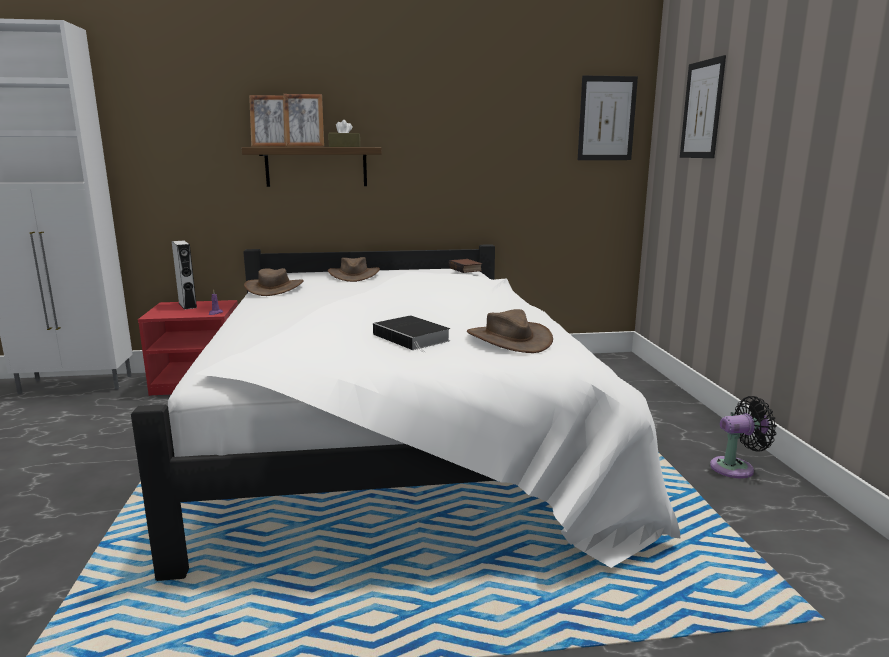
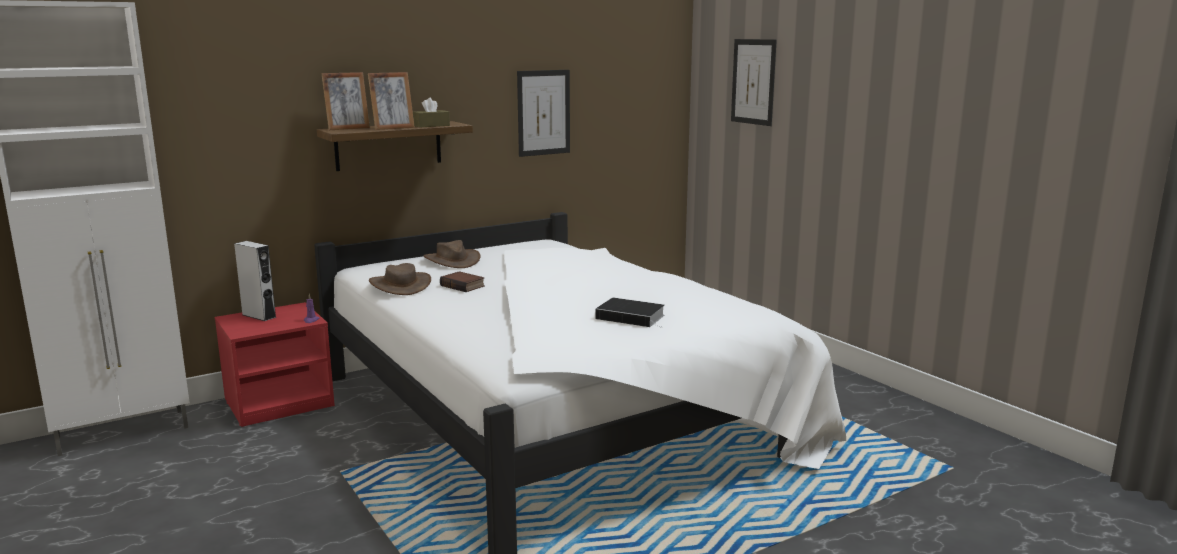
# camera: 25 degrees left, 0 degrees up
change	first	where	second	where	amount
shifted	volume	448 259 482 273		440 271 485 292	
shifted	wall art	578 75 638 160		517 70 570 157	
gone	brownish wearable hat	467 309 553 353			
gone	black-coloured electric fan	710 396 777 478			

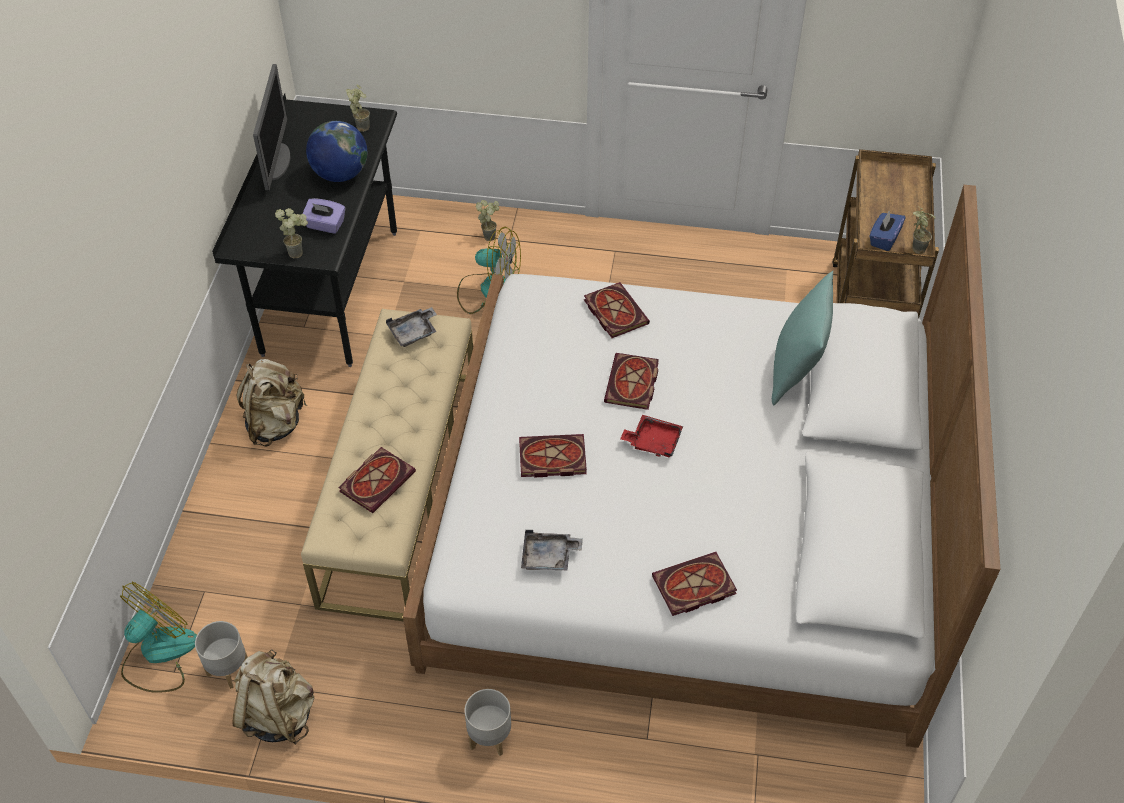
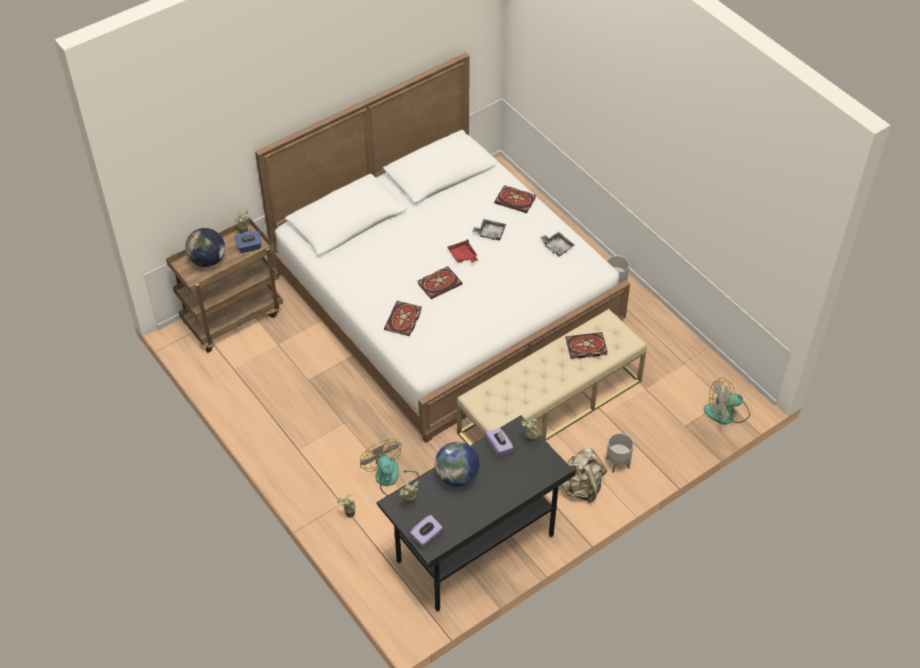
# camera: 135 degrees left, 0 degrees up
change	first	where	second	where	amount
new			desk globe	185 228 225 267	
new			purplish tissue box	410 515 442 547	
shifted	greyish serving tray	386 307 437 347		472 219 506 240	
shifted	greyish flower pot	195 621 248 689		606 433 634 473	
gone	beige rucksack	233 649 314 745			
gone	monitor	253 64 290 190			
gone	volume	519 434 587 478			
gone	turquoise cushion	772 271 833 405			

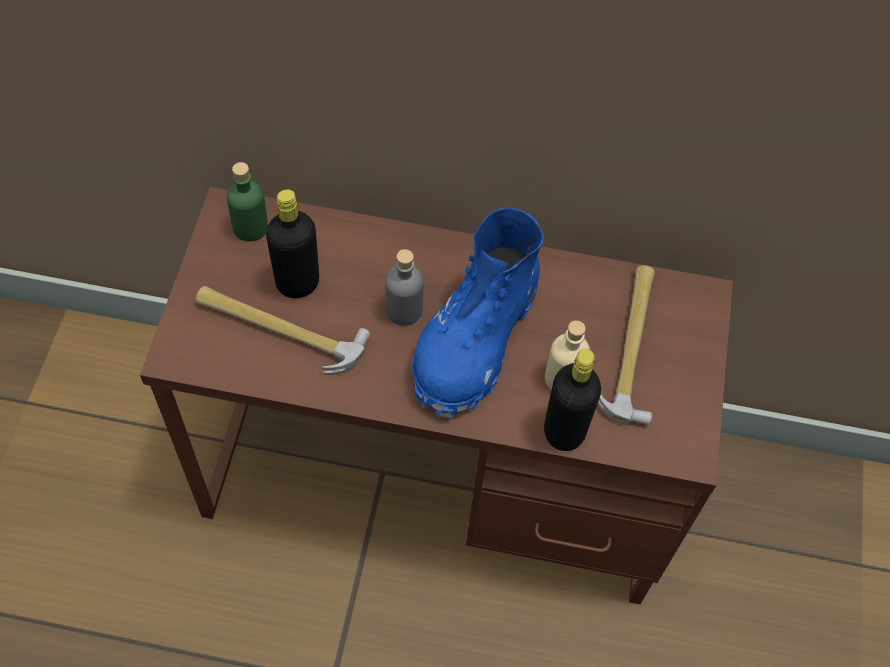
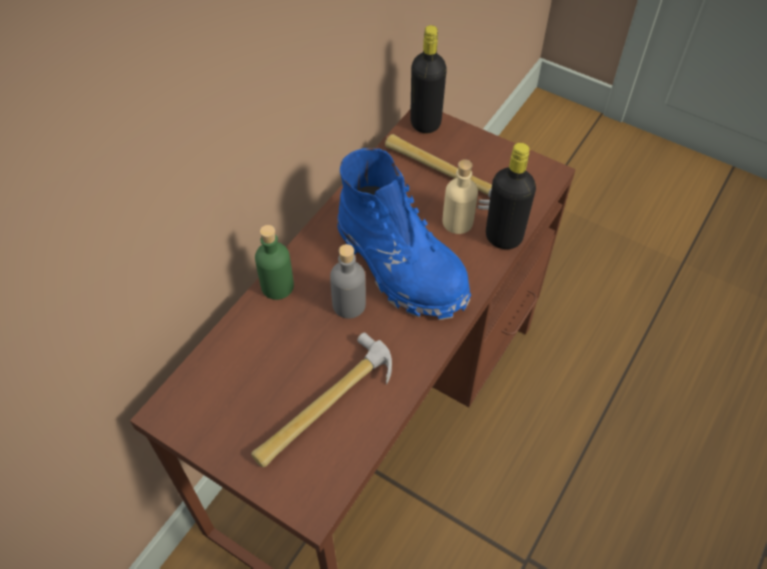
# camera: 65 degrees left, 5 degrees down
change	first	where	second	where	amount
shifted	greenish bottle	227 162 268 242		255 225 294 300	
shifted	black-coloured bottle	266 189 319 298		410 25 447 133	

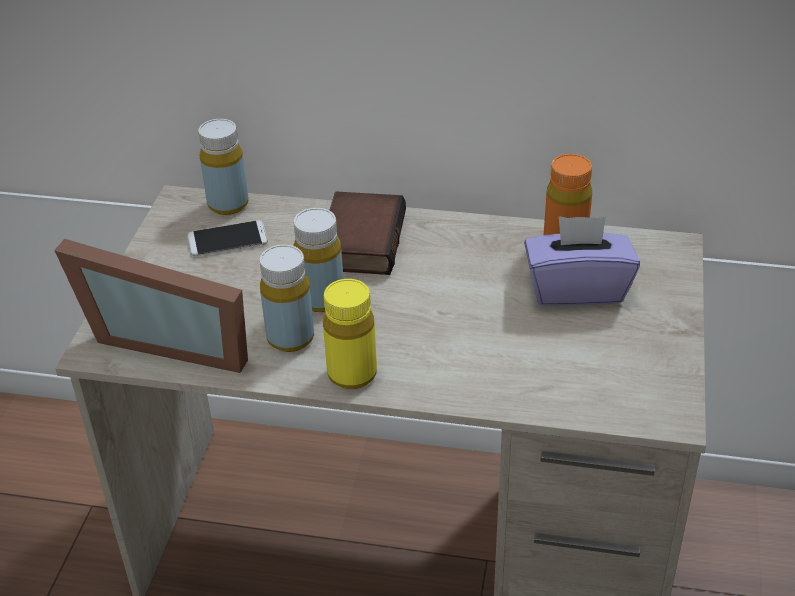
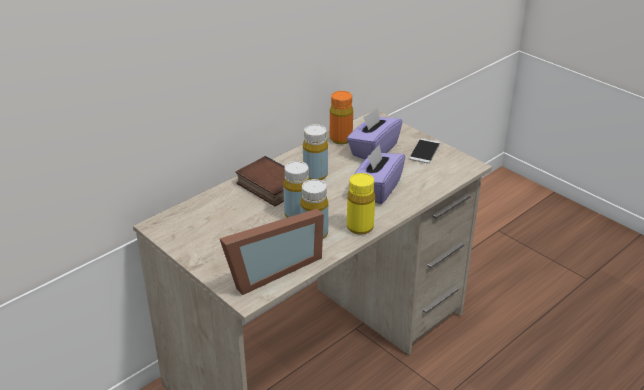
# camera: 55 degrees left, 5 degrees down
change	first	where	second	where	amount
shifted	yellow bottle	198 119 249 215		303 124 328 180	
new			purplish tissue box	354 145 405 204	
shifted	telephone	187 220 268 256		409 138 440 163	

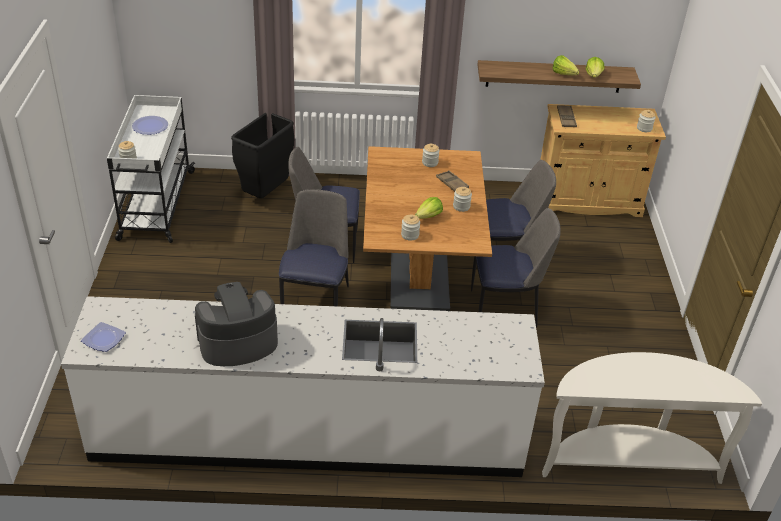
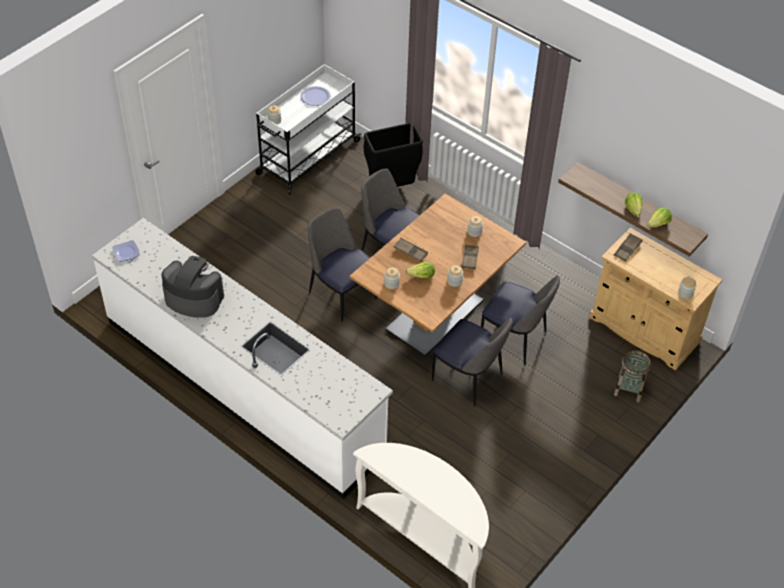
# camera: 40 degrees right, 10 degrees up
change	first	where	second	where	amount
rotated	chair	279 189 349 306		307 208 377 322	90 degrees counterclockwise
new			brownish serving tray	394 238 428 262	
new			basket	614 350 651 402	

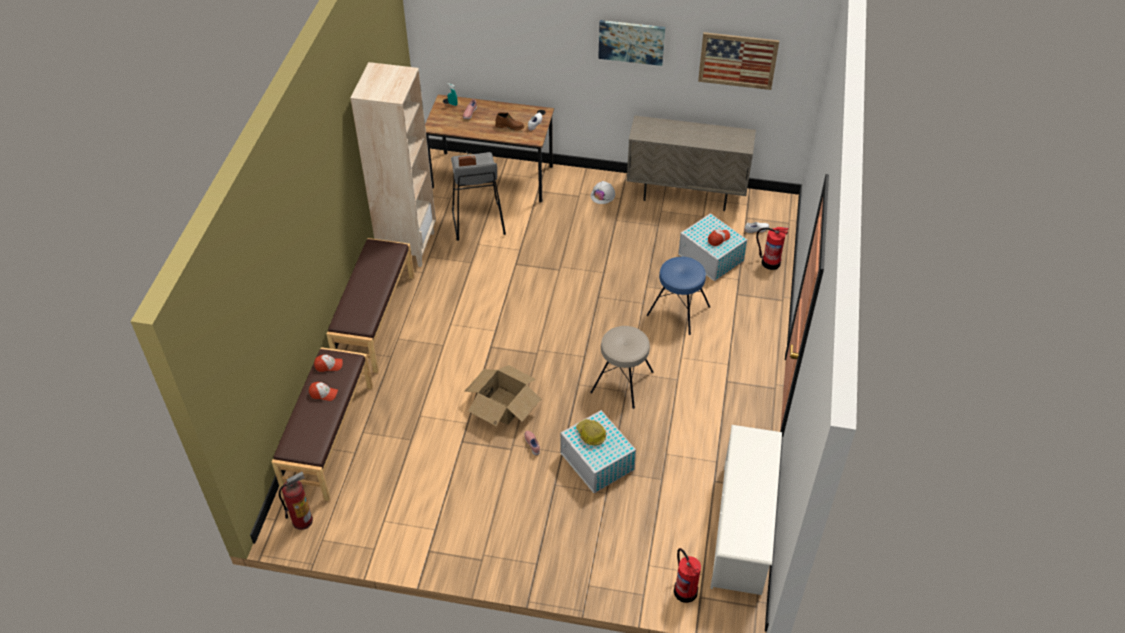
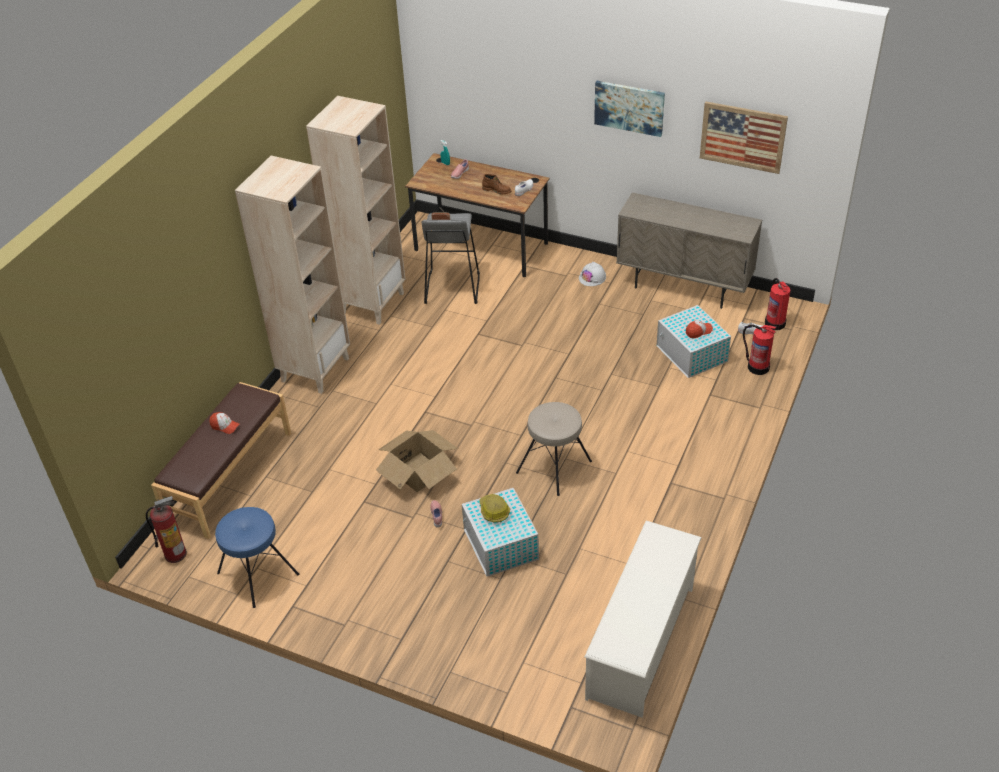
# camera: 15 degrees right, 5 degrees down
change	first	where	second	where	amount
shifted	bluish stool seat	646 257 710 335		215 507 299 608	
swapped	brownish indoor bench	327 238 414 373	beige bookcase	235 156 350 394	
shifted	extinguisher	674 548 701 603		765 278 790 330	
gone	cap	314 354 343 372			

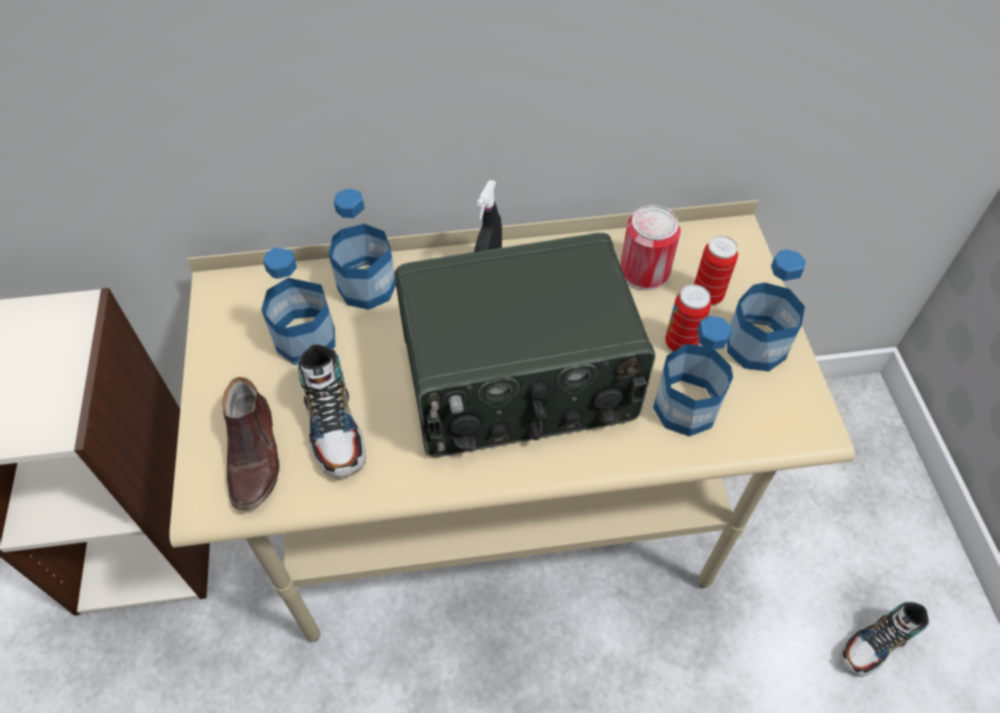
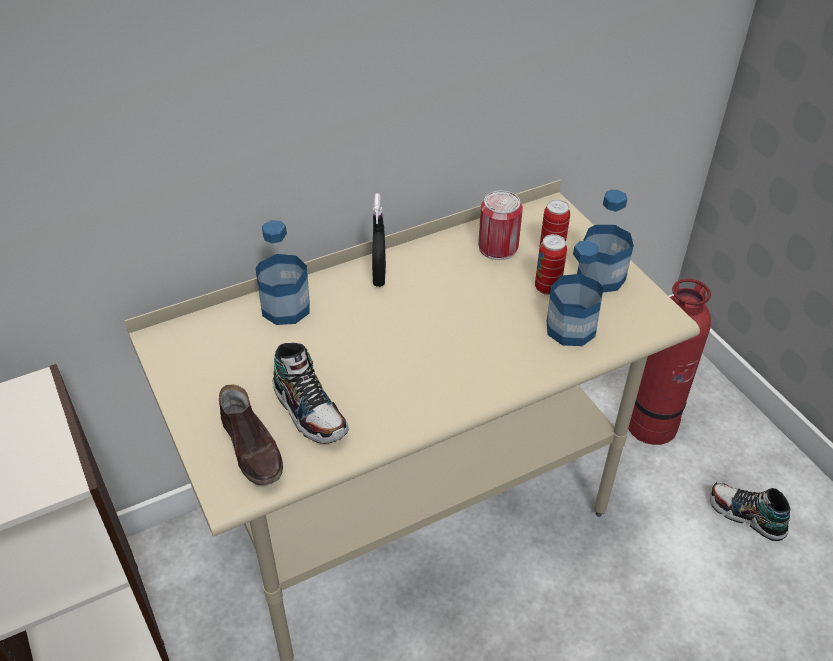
# camera: 20 degrees left, 10 degrees down
change	first	where	second	where	amount
new			extinguisher	628 279 711 445	
rotated	low shoe	840 602 929 677		710 482 790 541	90 degrees clockwise
gone	bottle	261 247 335 365			
gone	radio set	395 233 655 457			

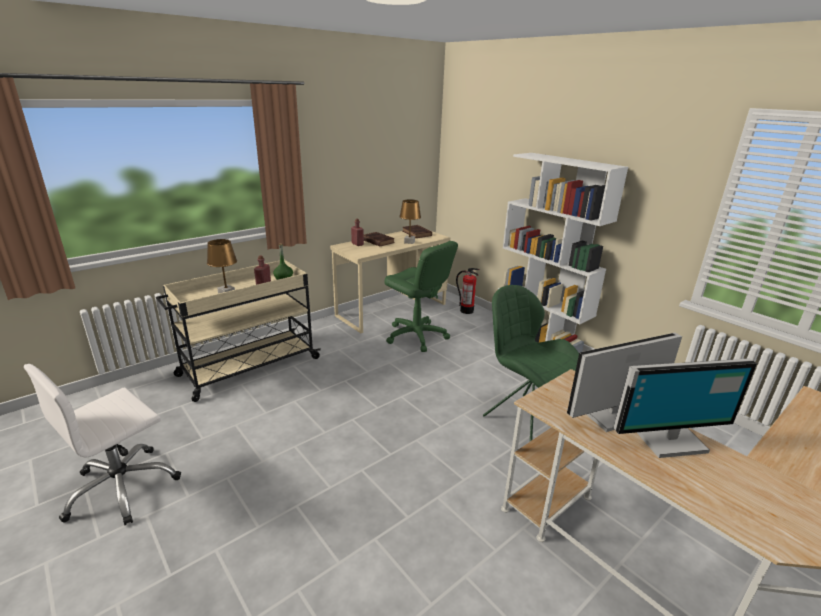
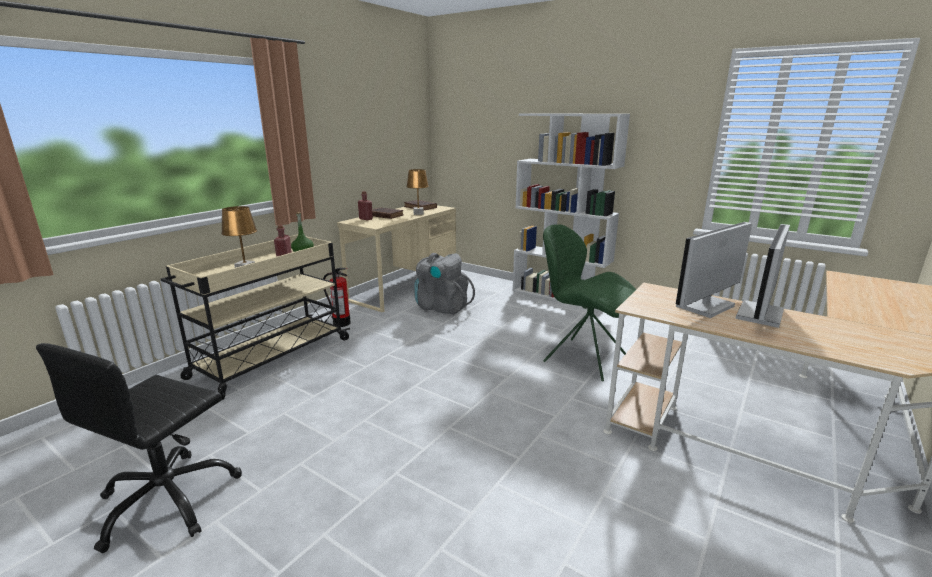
# camera: 15 degrees left, 5 degrees down
change	first	where	second	where	amount
repainted	white computer chair	24 364 181 525	black-coloured computer chair	36 343 242 553	
shifted	extinguisher	456 268 480 314		323 268 351 327	
swapped	greenish computer chair	384 241 458 352	greyish rucksack	414 253 475 315	
rotated	monitor	613 358 757 458		735 224 790 328	150 degrees clockwise

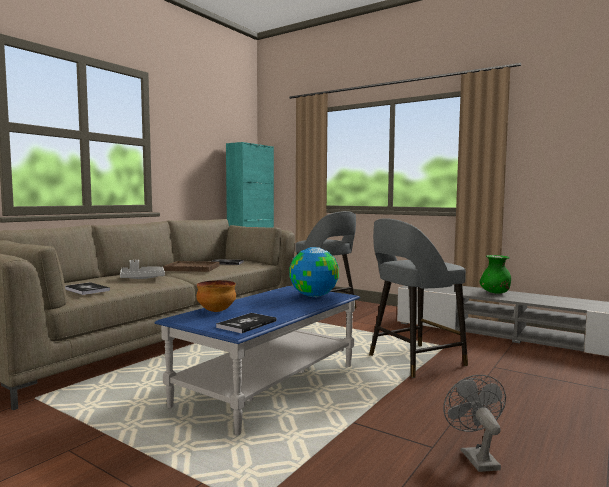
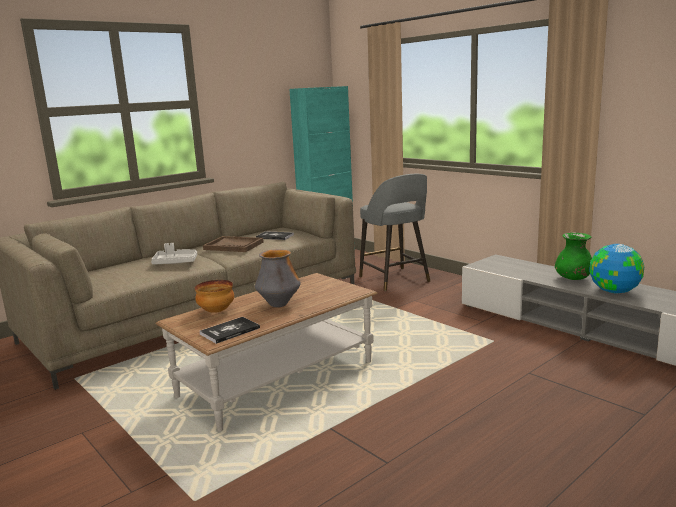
# camera: 15 degrees right, 10 degrees up
change	first	where	second	where	amount
repainted	bluish coffee table	155 286 360 435	brownish coffee table	156 273 378 432	
new			flower vase	255 249 301 308	
shifted	desk globe	290 247 339 297		589 244 644 294	
gone	volume	65 282 110 295			
gone	greyish stool seat	369 218 468 378			
gone	greyish electric fan	443 375 506 472			

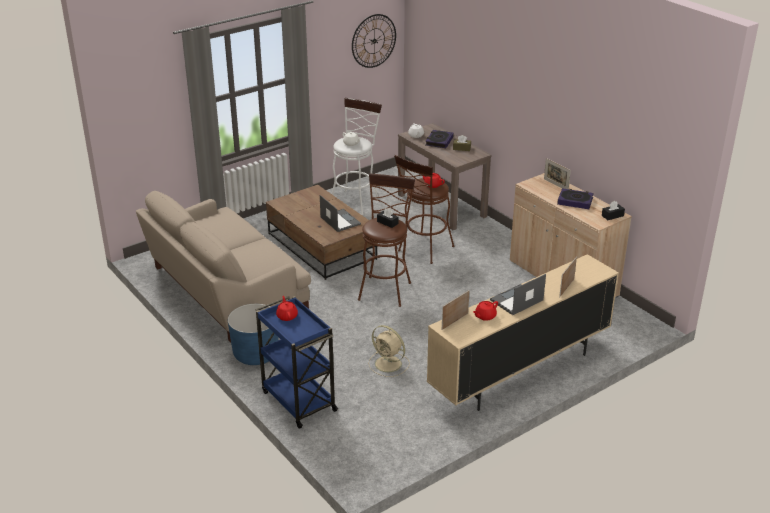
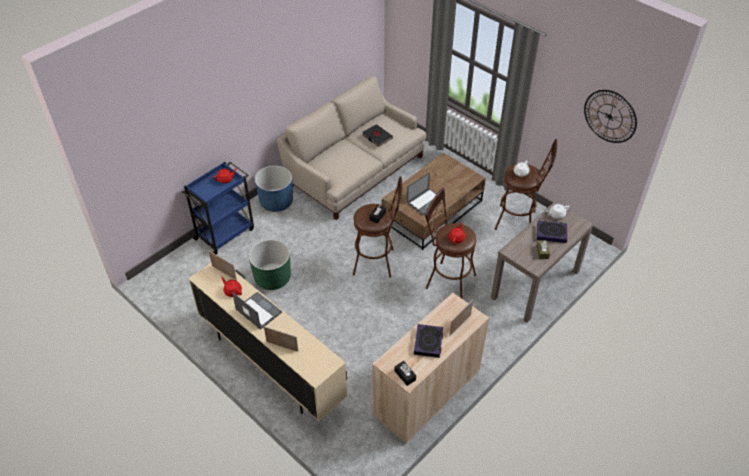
# camera: 80 degrees right, 15 degrees up
change	first	where	second	where	amount
swapped	beige electric fan	368 325 410 377	greenish flower pot	249 239 291 290	
new			black-coloured volume	362 124 393 147	
repainted	white stool seat	332 98 382 215	brownish stool seat	495 139 557 230	

